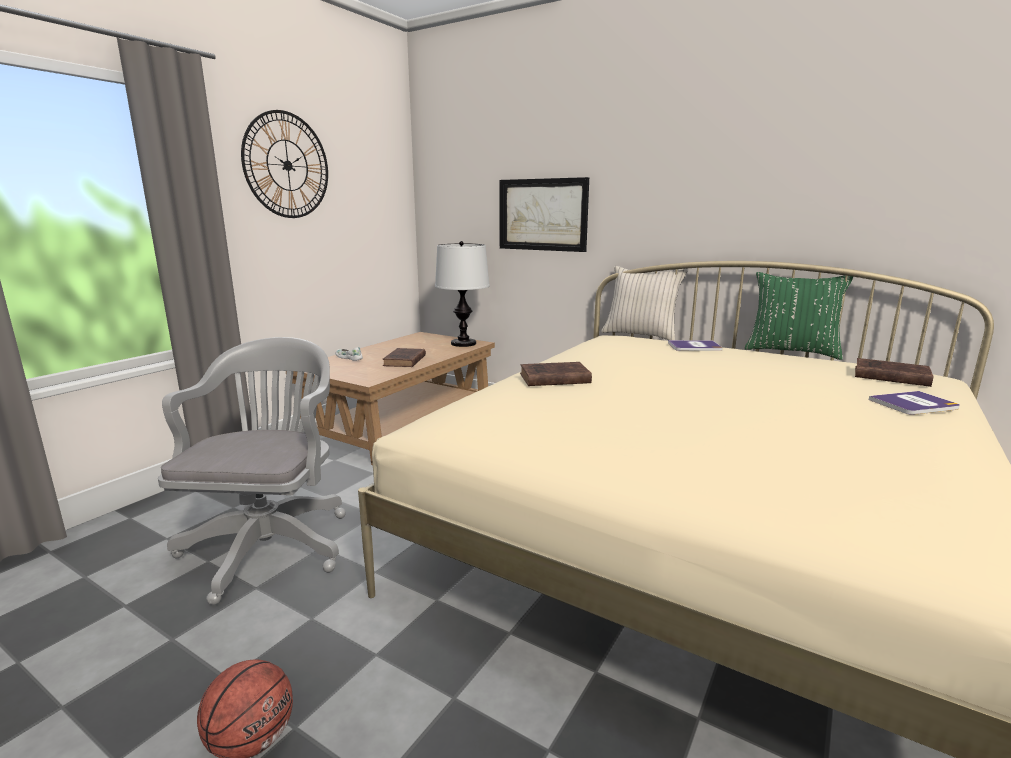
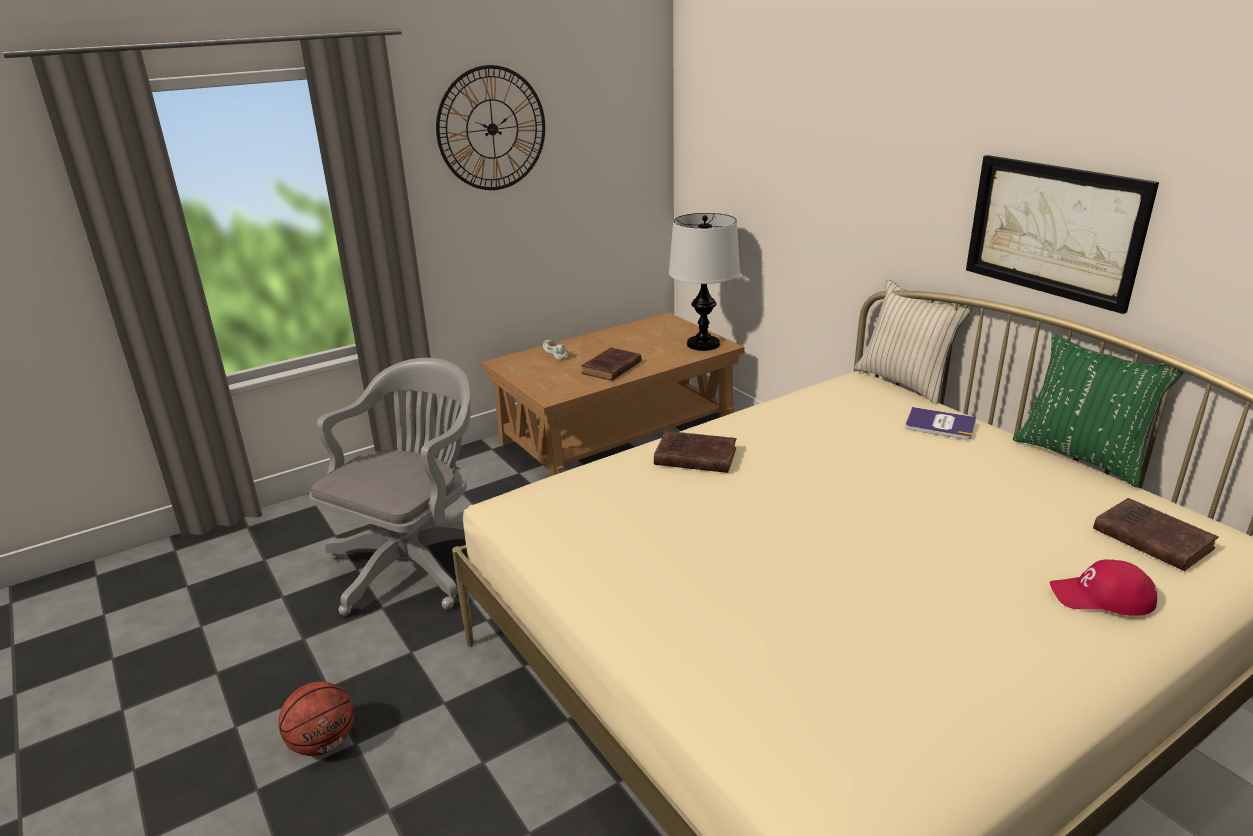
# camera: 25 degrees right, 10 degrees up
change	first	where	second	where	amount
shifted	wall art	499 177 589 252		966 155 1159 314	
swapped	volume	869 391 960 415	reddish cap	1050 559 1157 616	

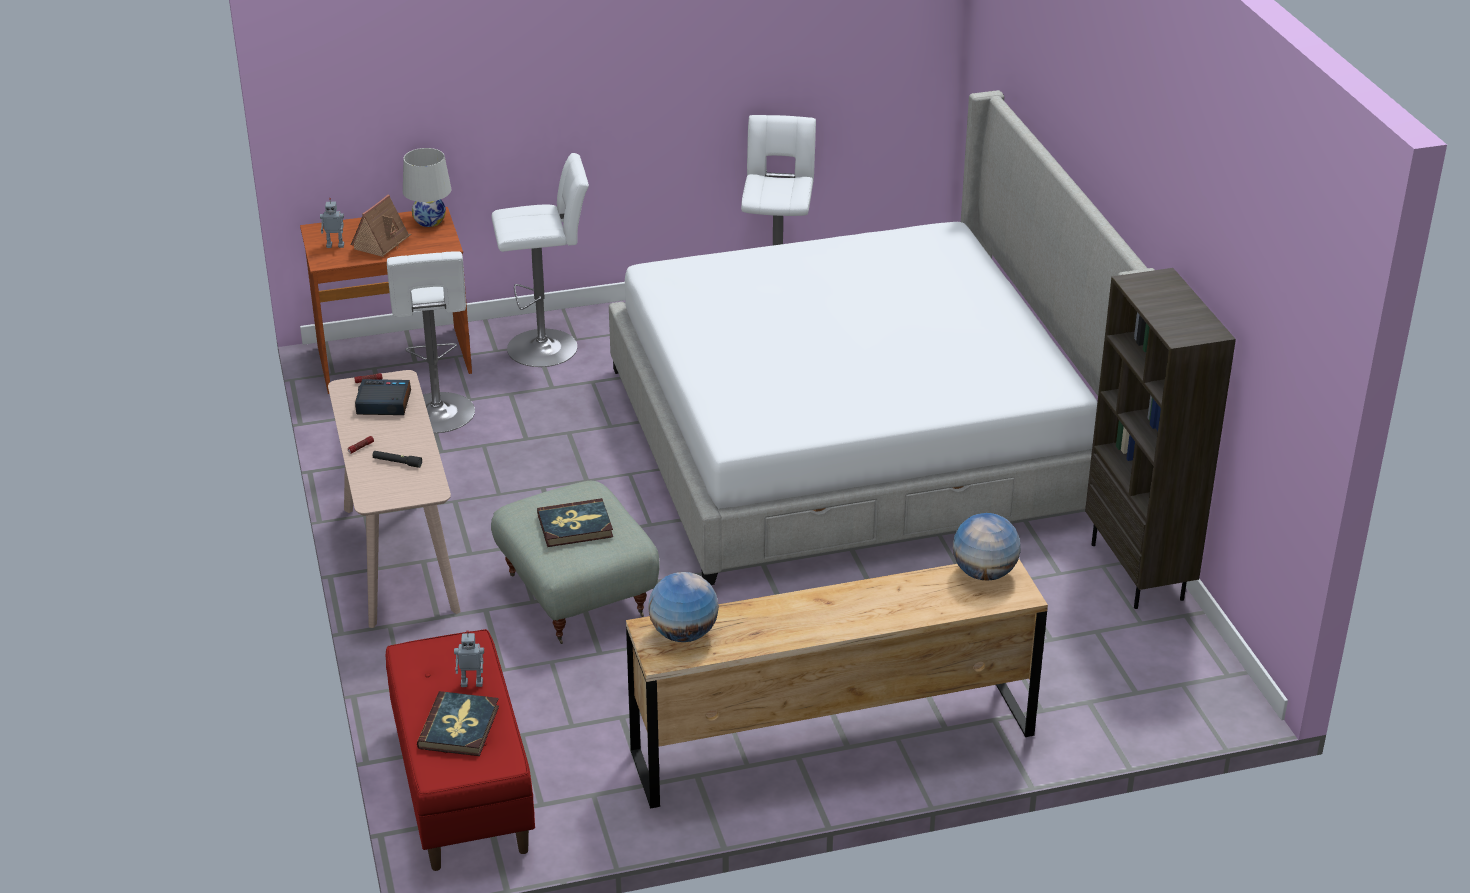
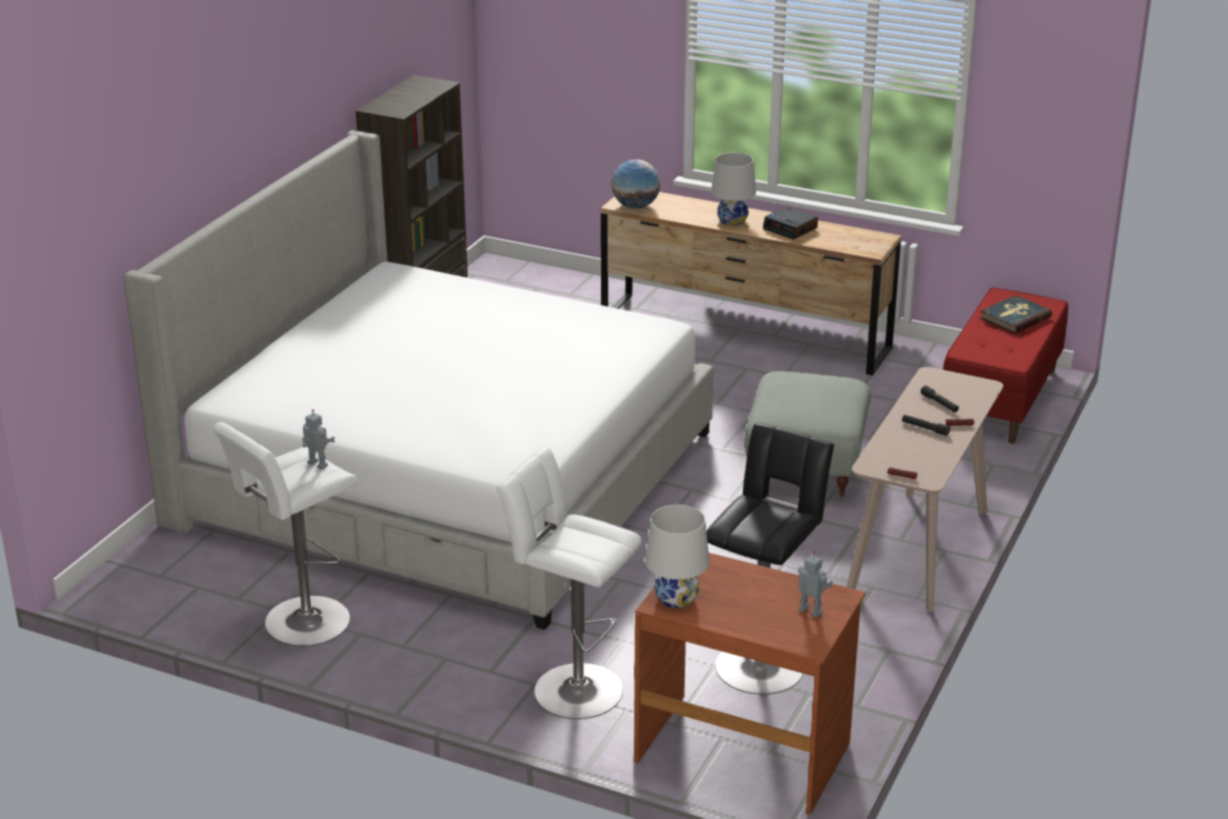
# camera: 140 degrees left, 5 degrees down
change	first	where	second	where	amount
shifted	toy robot	454 630 484 687		302 409 335 470	
repainted	white stool seat	387 251 475 433	black-coloured stool seat	707 423 834 695	
new			white lamp for a table	711 152 756 226	
shifted	alarm clock	355 379 411 415		763 207 818 240	
new			black-coloured flashlight	902 415 950 436	
gone	toy house	351 195 411 257			
gone	volume	537 498 613 547			
gone	desk globe	648 572 719 642			

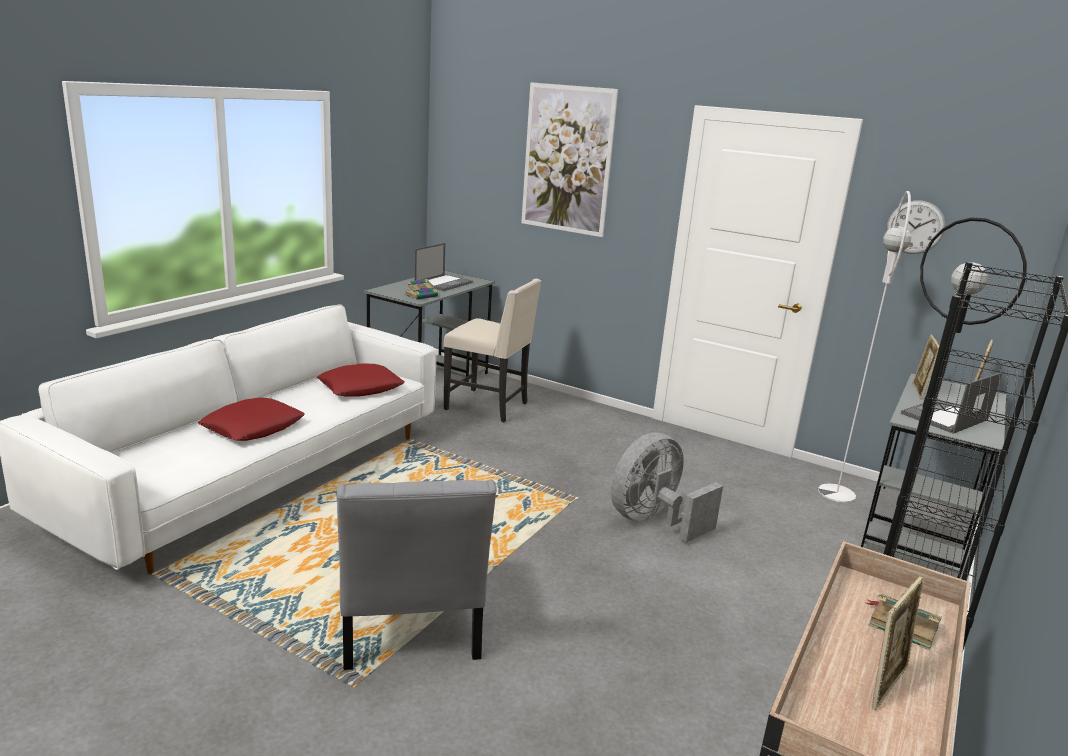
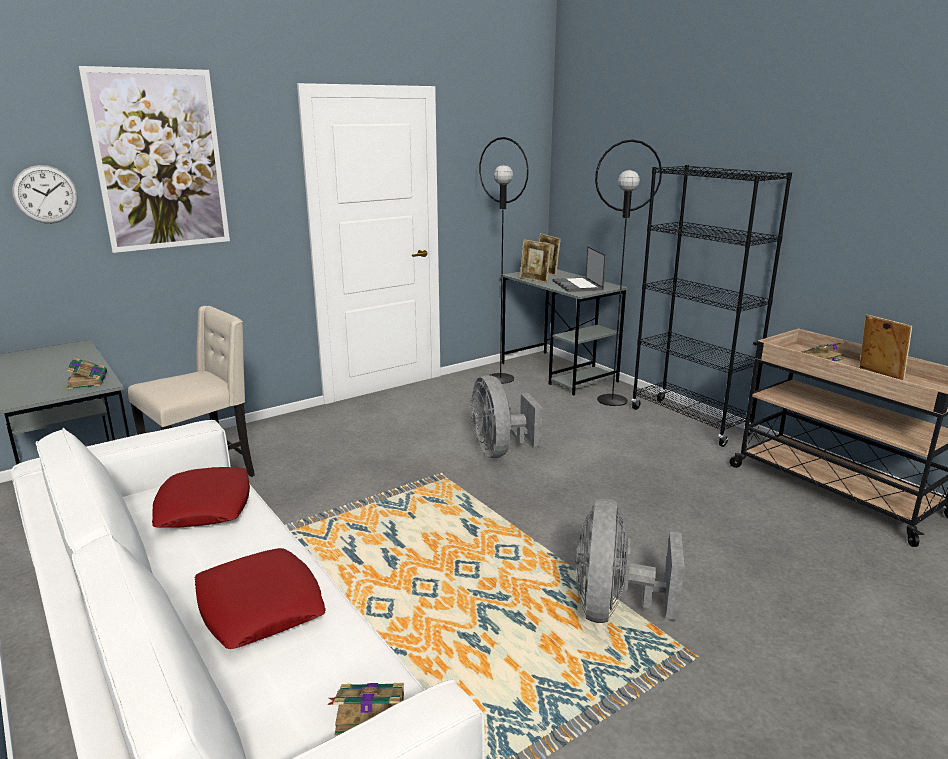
# camera: 65 degrees left, 0 degrees up
change	first	where	second	where	amount
shifted	clock on the wall	887 201 945 254		12 165 78 223	
new			volume	327 683 404 735	
repainted	white standing lamp	818 191 911 503	black-coloured standing lamp	479 137 529 384	
swapped	greyish chair	337 479 497 670	greyish electric fan	575 498 685 623	
gone	portable computer	414 243 473 291			

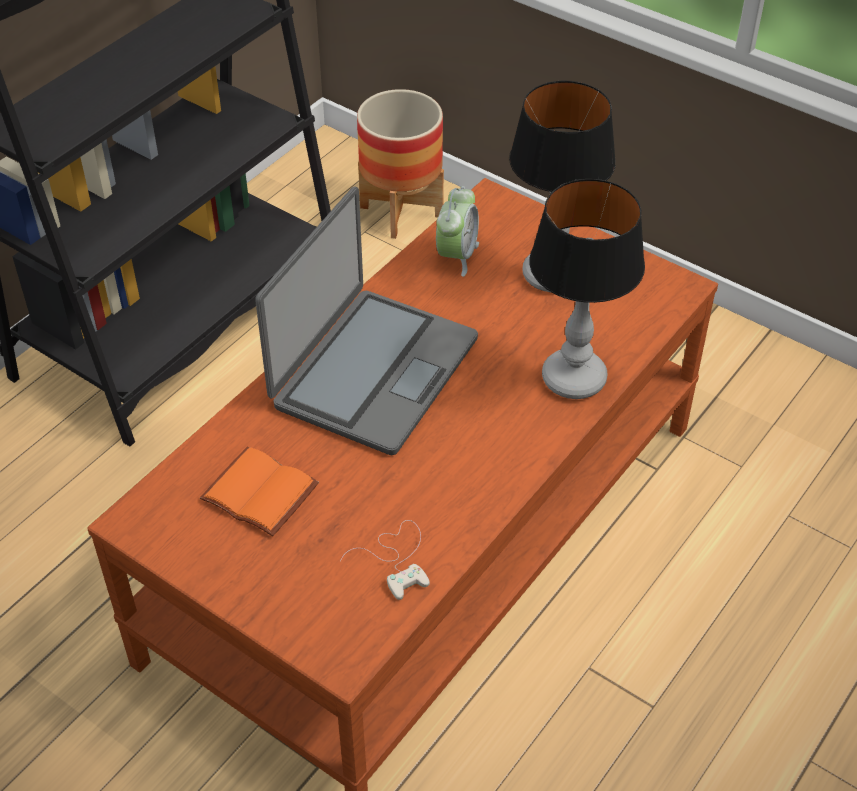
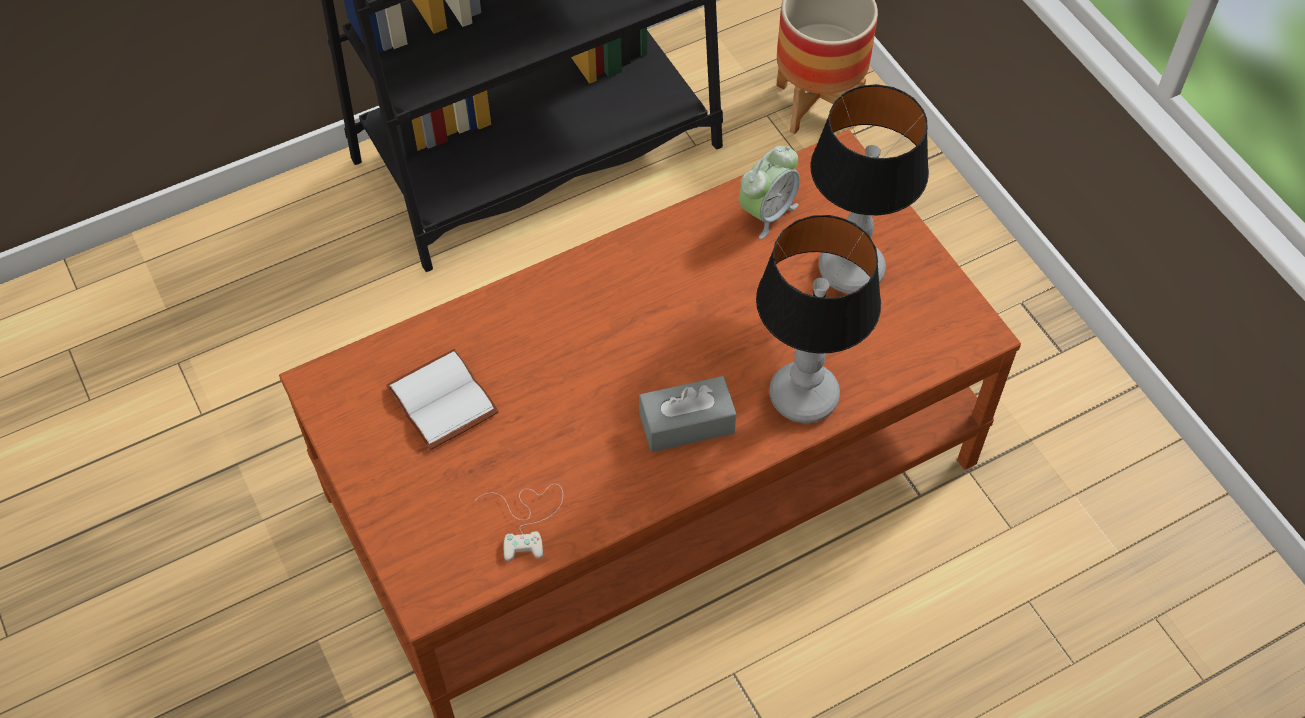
# camera: 25 degrees right, 10 degrees up
change	first	where	second	where	amount
repainted	orange volume	200 447 319 536	white volume	386 349 499 450	
new			greyish tissue box	639 376 736 452	
gone	portable computer	255 187 478 455			

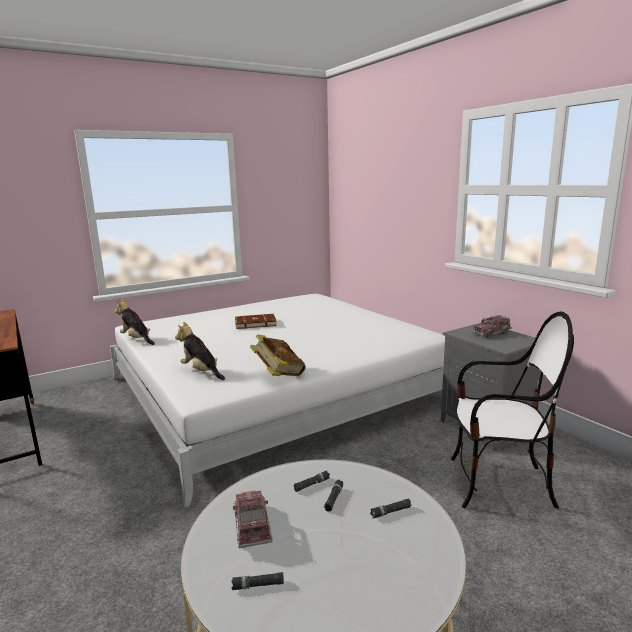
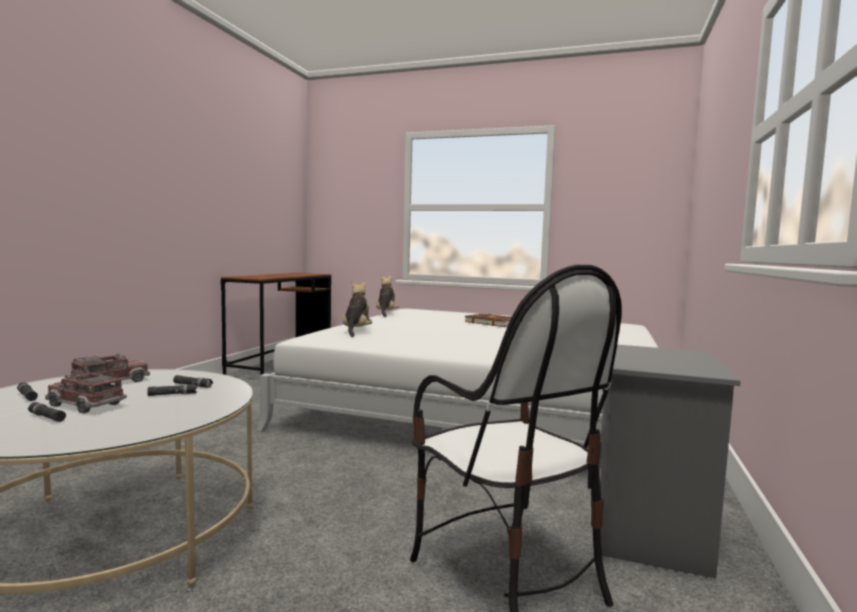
# camera: 50 degrees right, 10 degrees down
change	first	where	second	where	amount
shifted	black-coloured flashlight	370 498 412 518		28 402 66 422	
shifted	model truck	472 315 512 338		45 371 127 413	
gone	volume	250 334 306 376			

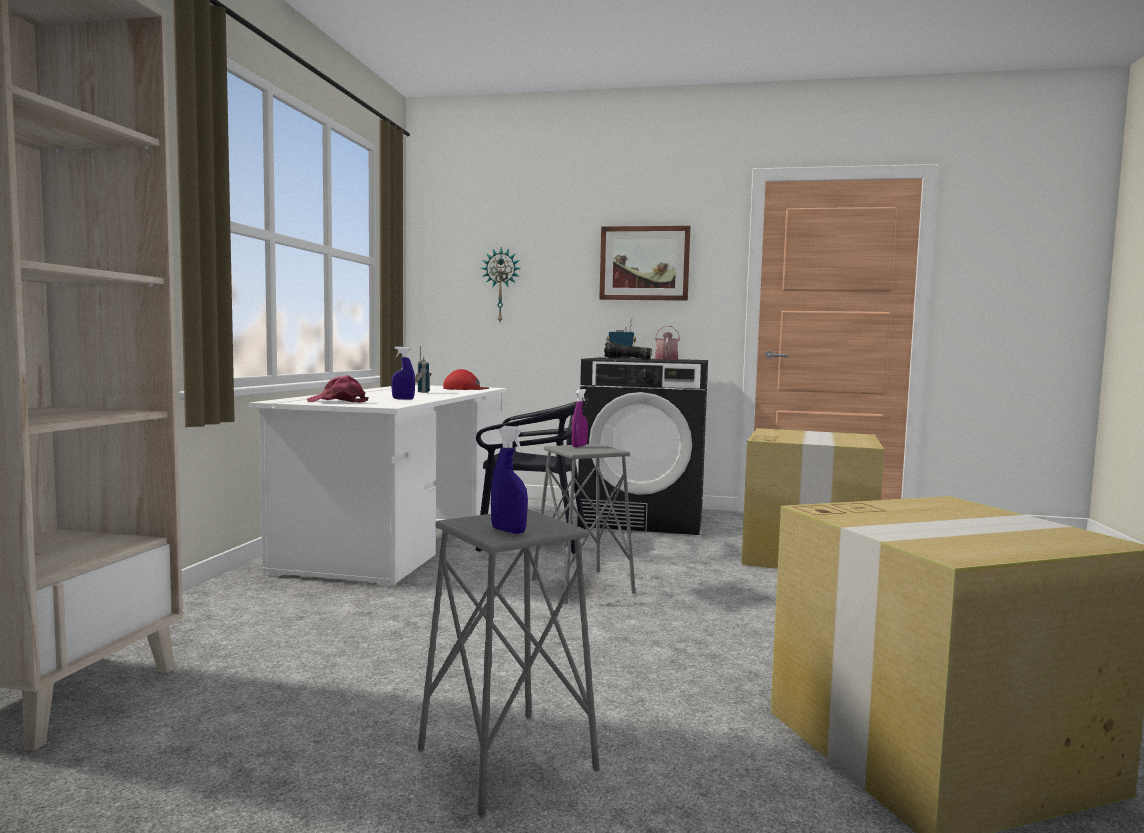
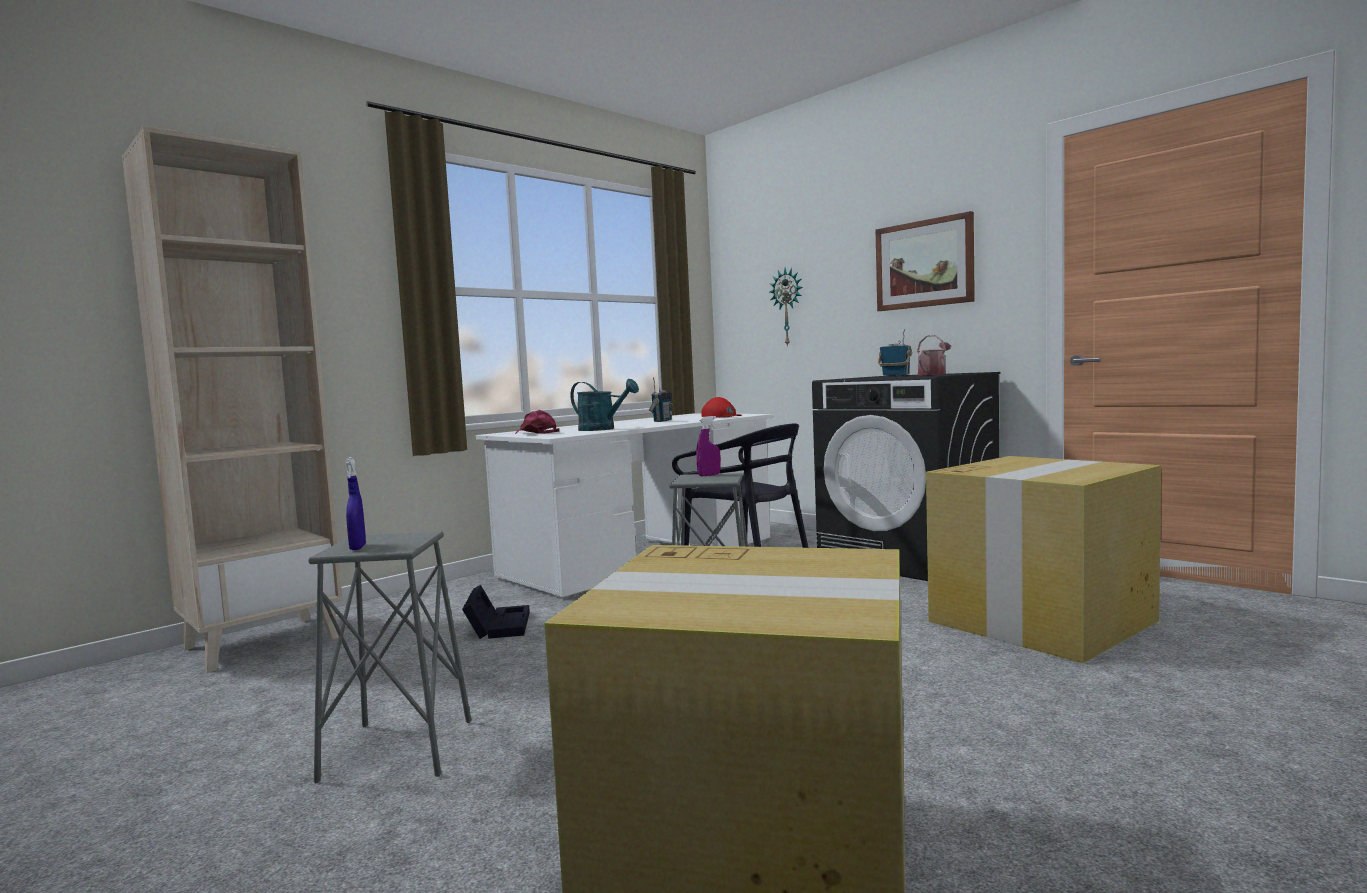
# camera: 35 degrees right, 0 degrees up
change	first	where	second	where	amount
new			black-coloured storage bin	462 585 530 639	
swapped	bluish hand sprayer	391 346 415 400	turquoise watering pot	570 379 639 431	
gone	flashlight	604 342 652 359			

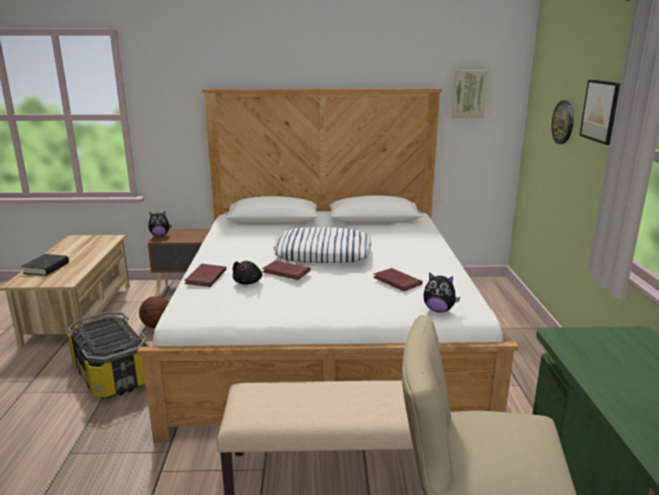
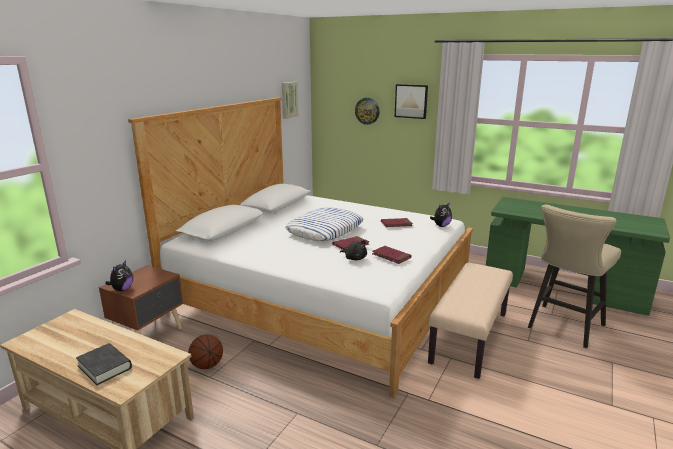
# camera: 60 degrees left, 0 degrees up
change	first	where	second	where	amount
shifted	reddish volume	184 264 226 287		372 246 412 264	
gone	storage bin	67 312 149 398			

